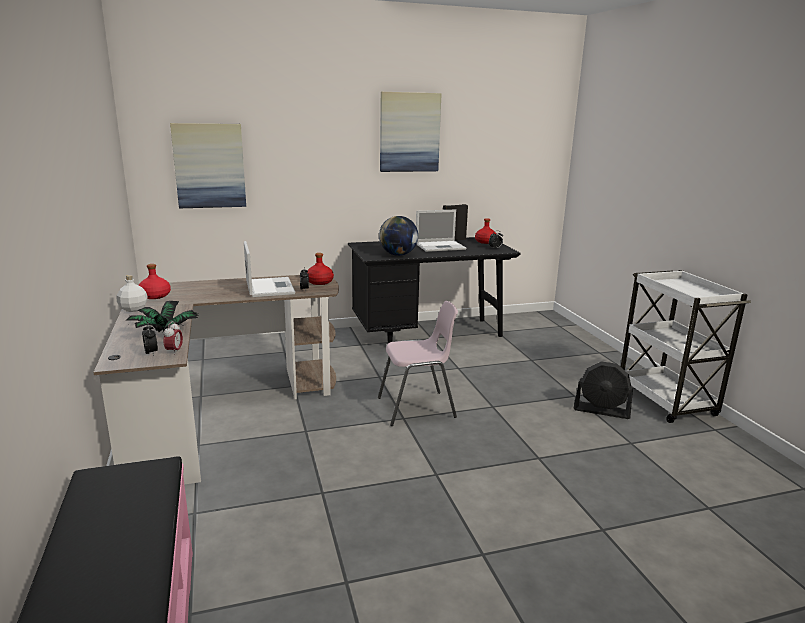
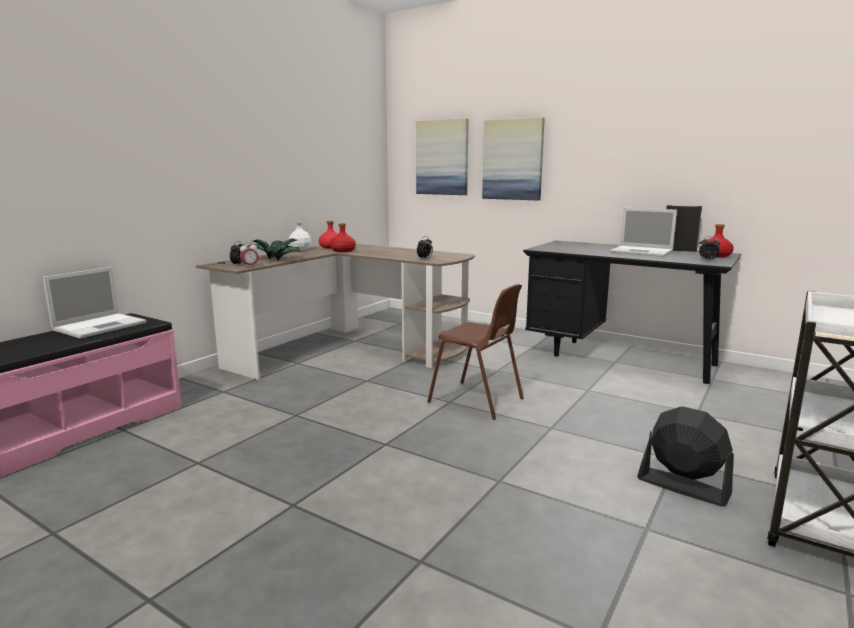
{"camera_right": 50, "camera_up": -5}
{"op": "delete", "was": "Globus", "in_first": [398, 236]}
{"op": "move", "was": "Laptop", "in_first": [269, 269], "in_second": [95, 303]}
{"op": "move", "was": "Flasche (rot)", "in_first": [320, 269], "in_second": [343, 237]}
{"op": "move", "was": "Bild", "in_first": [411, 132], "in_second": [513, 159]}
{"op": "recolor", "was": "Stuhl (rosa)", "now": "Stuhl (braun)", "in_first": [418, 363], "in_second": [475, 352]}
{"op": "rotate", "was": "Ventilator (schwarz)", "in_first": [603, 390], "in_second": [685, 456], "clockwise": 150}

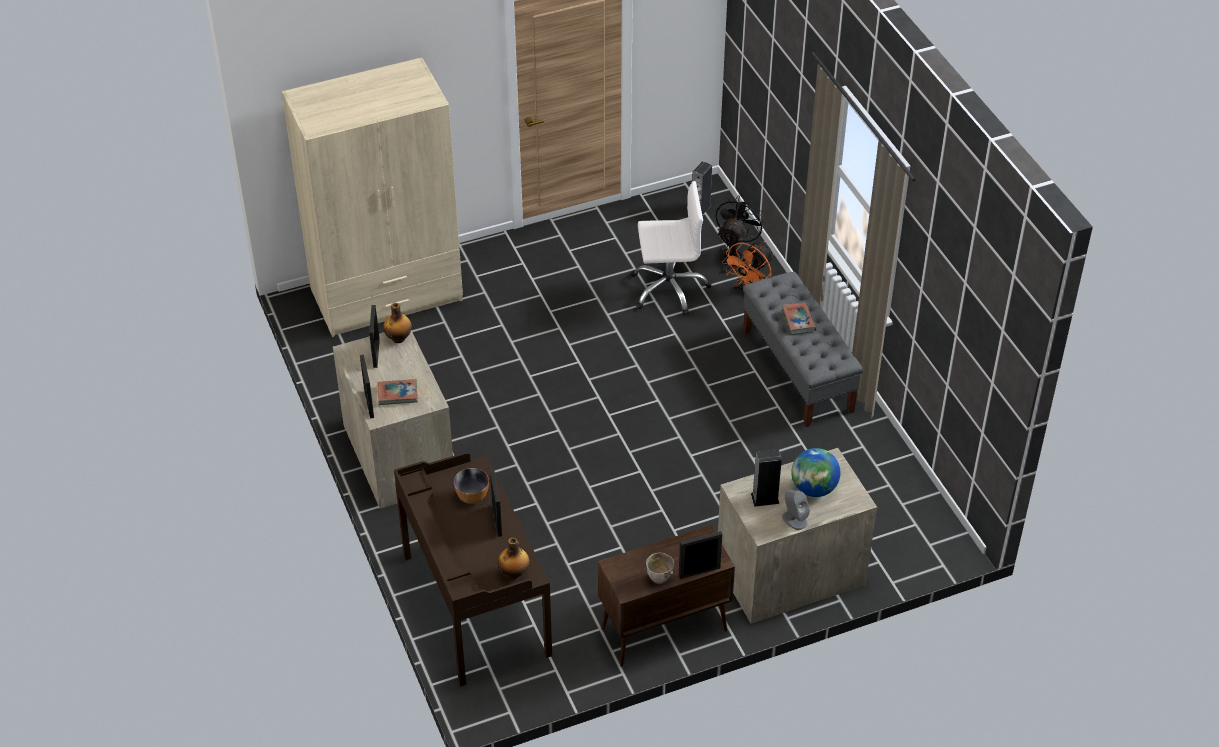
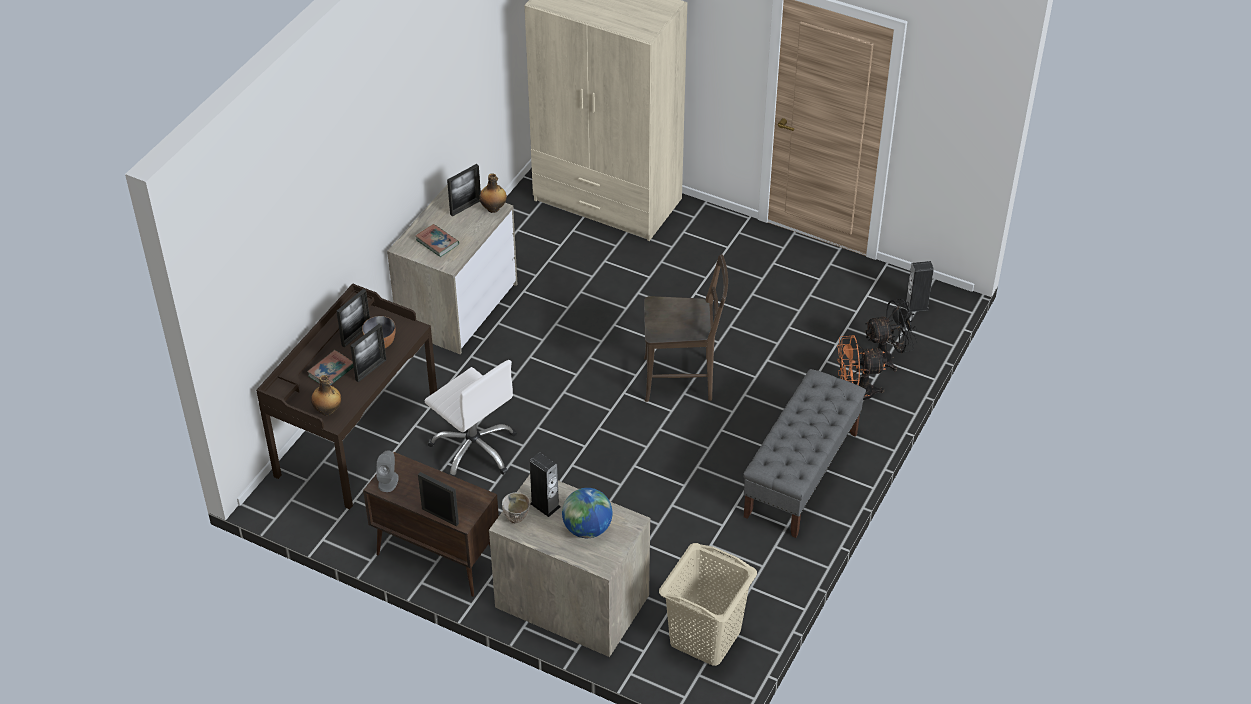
{"camera_right": 50, "camera_up": 0}
{"op": "insert", "now": "Stuhl (braun)", "in_second": [686, 328]}
{"op": "insert", "now": "Wäschekorb (beige)", "in_second": [708, 604]}
{"op": "move", "was": "Bilderrahmen", "in_first": [367, 387], "in_second": [353, 318]}
{"op": "move", "was": "Bürostuhl (weiß)", "in_first": [671, 248], "in_second": [470, 418]}
{"op": "move", "was": "Schüssel", "in_first": [660, 568], "in_second": [516, 507]}
{"op": "move", "was": "Buch", "in_first": [799, 319], "in_second": [330, 368]}
{"op": "move", "was": "Lautsprecher (grau)", "in_first": [796, 510], "in_second": [387, 471]}

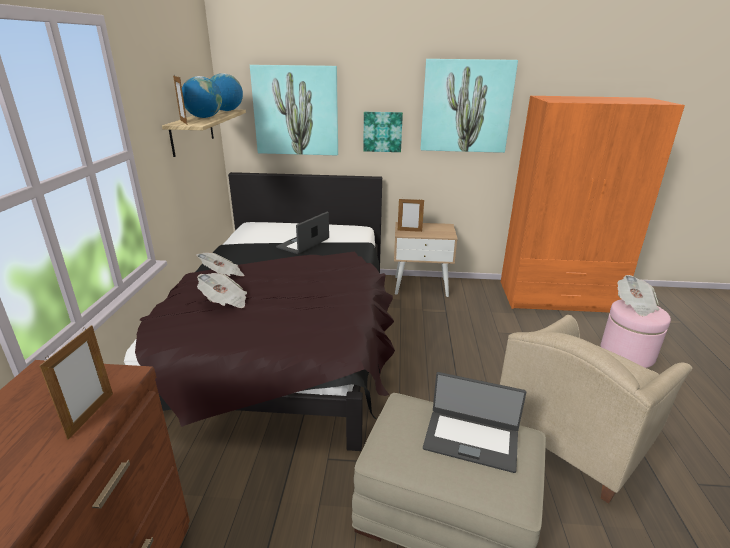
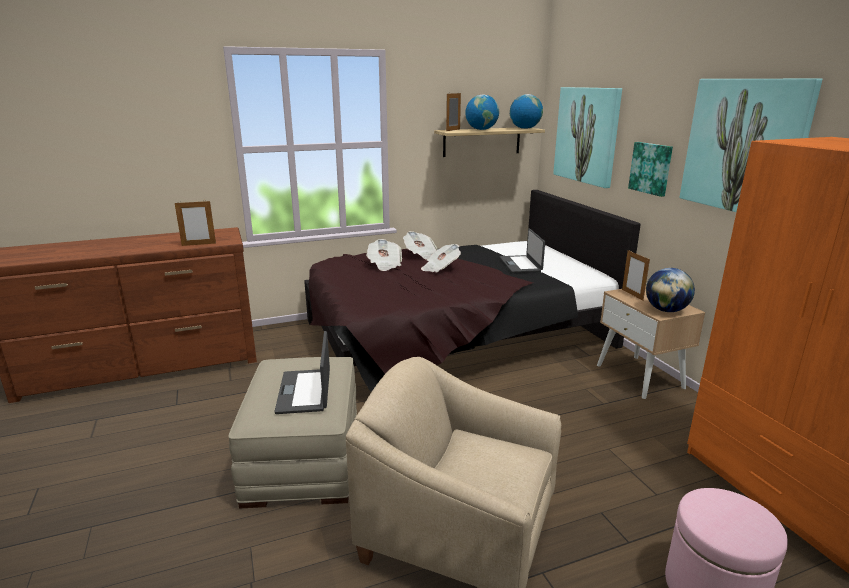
{"camera_right": 65, "camera_up": -5}
{"op": "insert", "now": "Globus", "in_second": [670, 290]}
{"op": "move", "was": "Zeitung", "in_first": [638, 295], "in_second": [441, 258]}
{"op": "rotate", "was": "Laptop", "in_first": [302, 233], "in_second": [522, 250], "clockwise": -105}

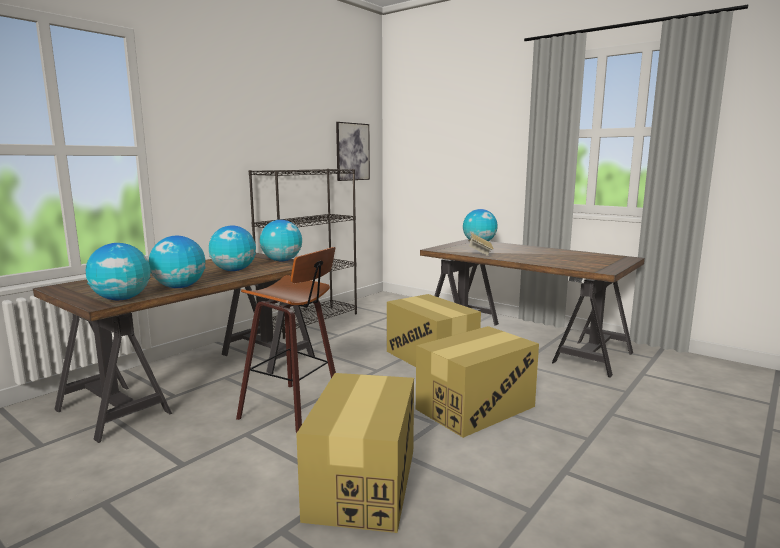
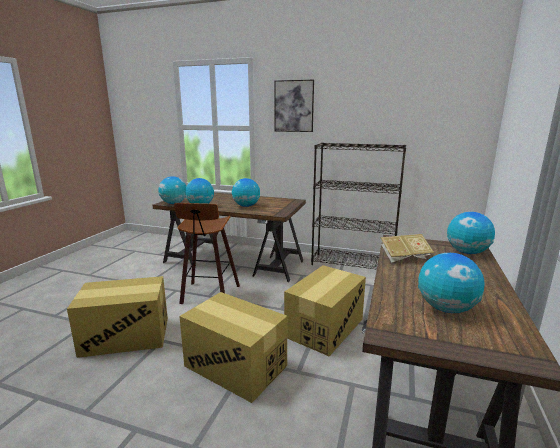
{"camera_right": 70, "camera_up": 5}
{"op": "move", "was": "Globus", "in_first": [281, 240], "in_second": [451, 283]}
{"op": "move", "was": "Bild", "in_first": [353, 151], "in_second": [294, 106]}

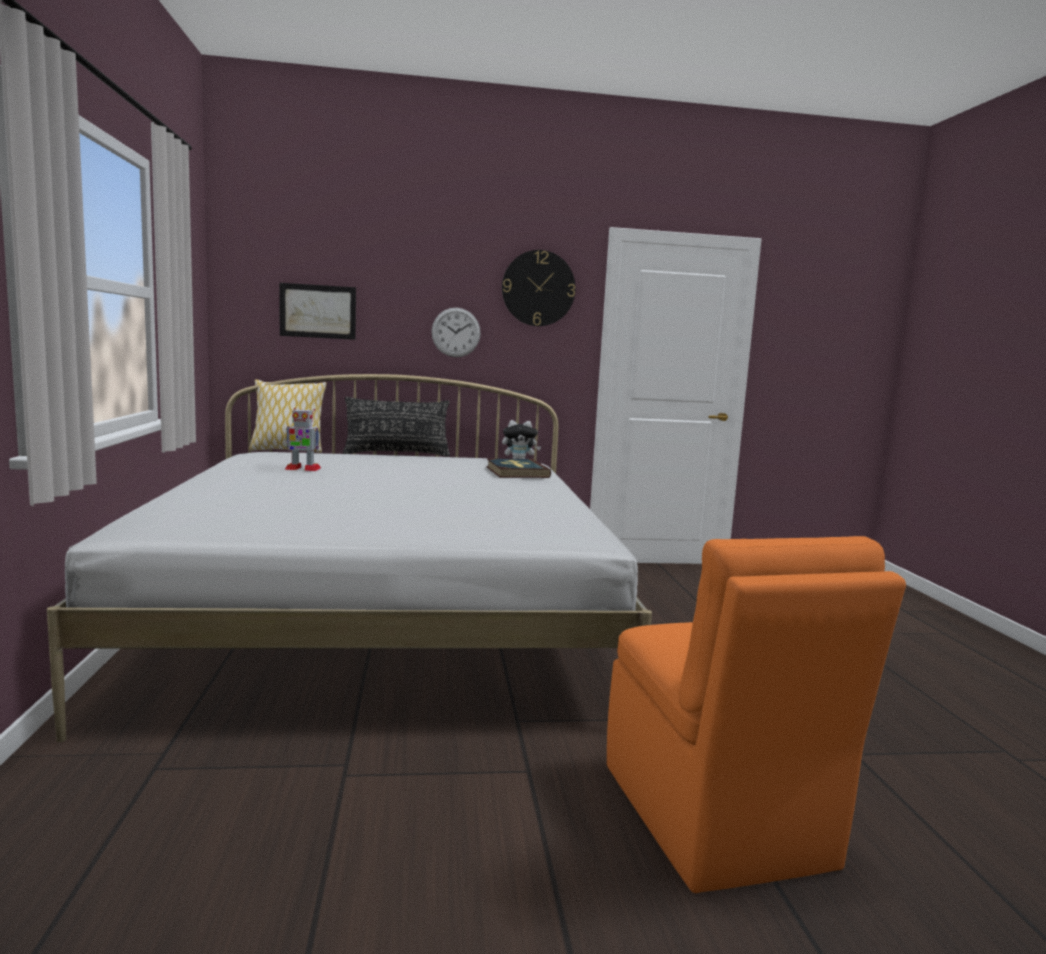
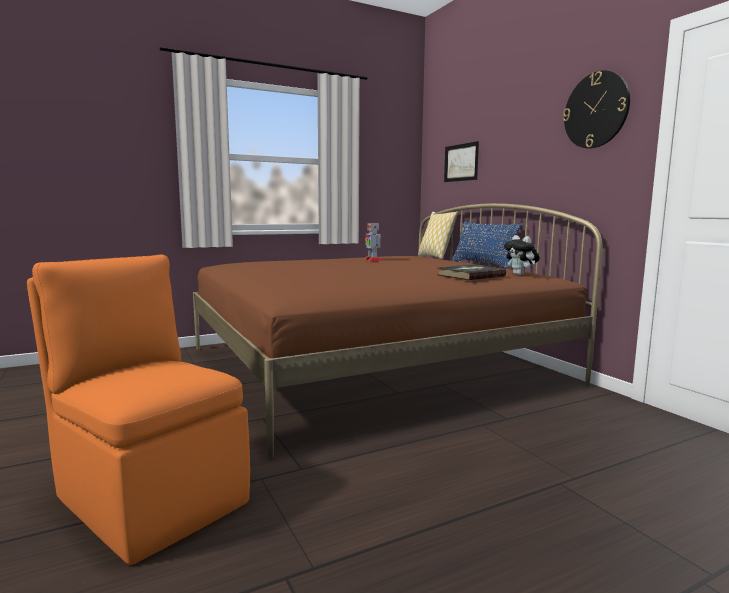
{"camera_right": 70, "camera_up": 0}
{"op": "delete", "was": "Wanduhr", "in_first": [456, 332]}
{"op": "recolor", "was": "Bett (weiß)", "now": "Bett (braun)", "in_first": [349, 558], "in_second": [397, 330]}
{"op": "recolor", "was": "Kissen (schwarz)", "now": "Kissen (blau)", "in_first": [396, 426], "in_second": [487, 244]}
{"op": "rotate", "was": "Stuhl (orange)", "in_first": [756, 714], "in_second": [138, 409], "clockwise": 75}

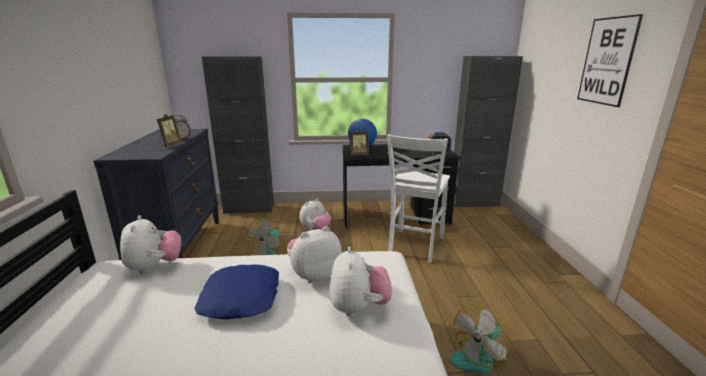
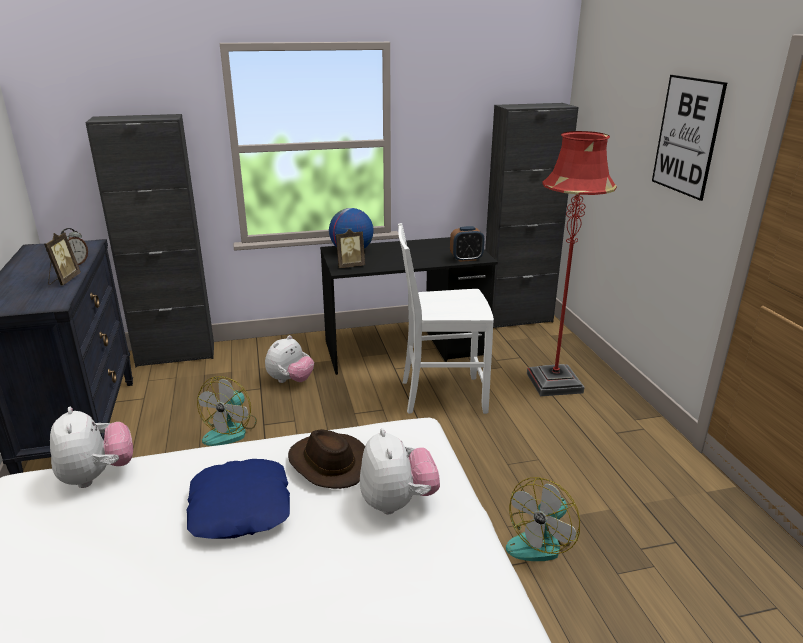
{"camera_right": -10, "camera_up": 5}
{"op": "insert", "now": "Stehlampe (rot)", "in_second": [572, 263]}
{"op": "replace", "was": "Plüschtier", "now": "Hut (braun)", "in_first": [314, 254], "in_second": [326, 459]}
{"op": "rotate", "was": "Stuhl (weiß)", "in_first": [418, 198], "in_second": [446, 318], "clockwise": 75}

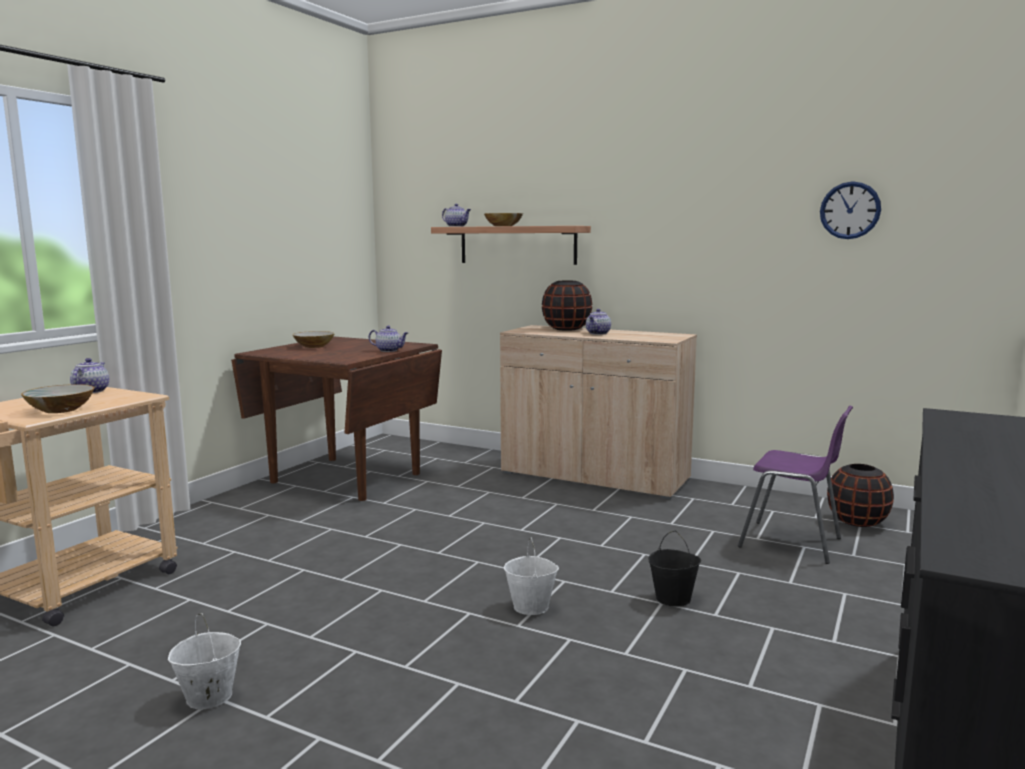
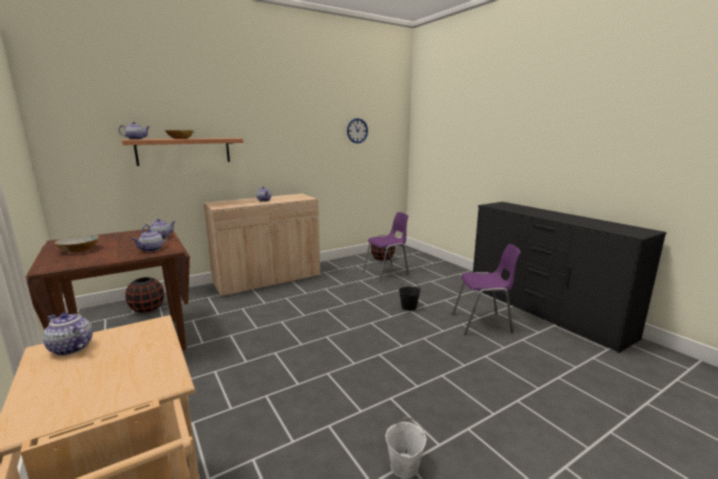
{"camera_right": -60, "camera_up": 5}
{"op": "delete", "was": "Schüssel", "in_first": [58, 398]}
{"op": "delete", "was": "Eimer (weiß)", "in_first": [531, 576]}
{"op": "insert", "now": "Teekanne", "in_second": [150, 240]}
{"op": "insert", "now": "Stuhl (lila)", "in_second": [486, 289]}
{"op": "move", "was": "Vase (schwarz)", "in_first": [567, 306], "in_second": [144, 295]}

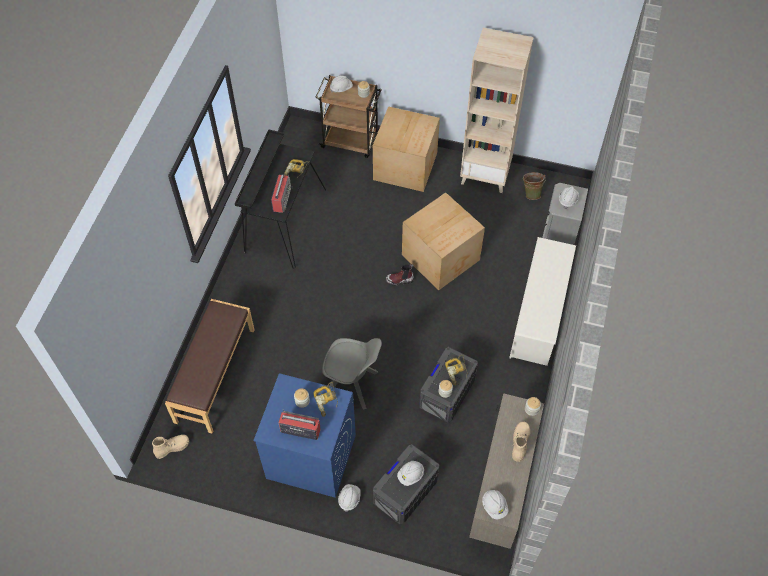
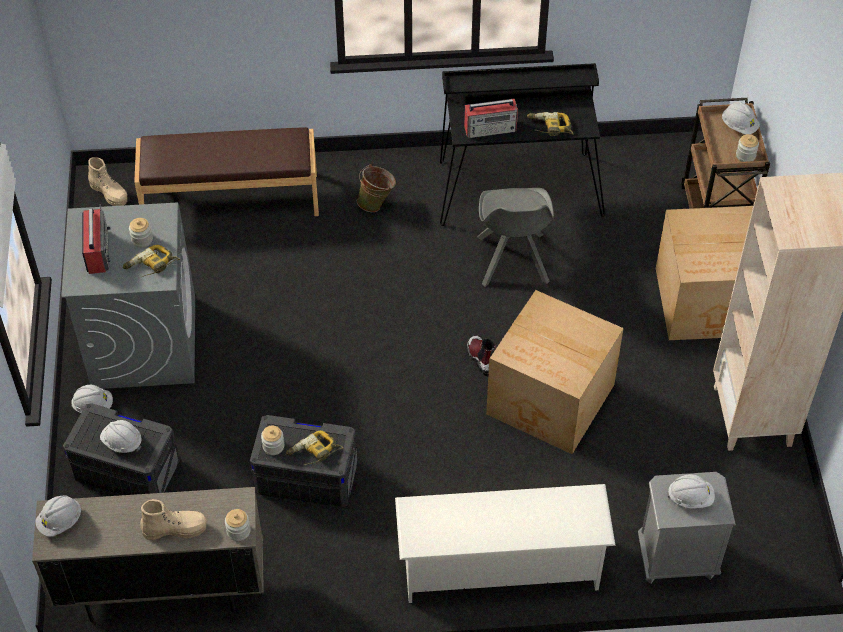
{"camera_right": 70, "camera_up": -5}
{"op": "move", "was": "Stuhl (grau)", "in_first": [352, 374], "in_second": [515, 237]}
{"op": "move", "was": "Eimer (grün)", "in_first": [534, 186], "in_second": [376, 188]}
{"op": "recolor", "was": "Waschmaschine (blau)", "now": "Waschmaschine (grau)", "in_first": [304, 435], "in_second": [128, 296]}

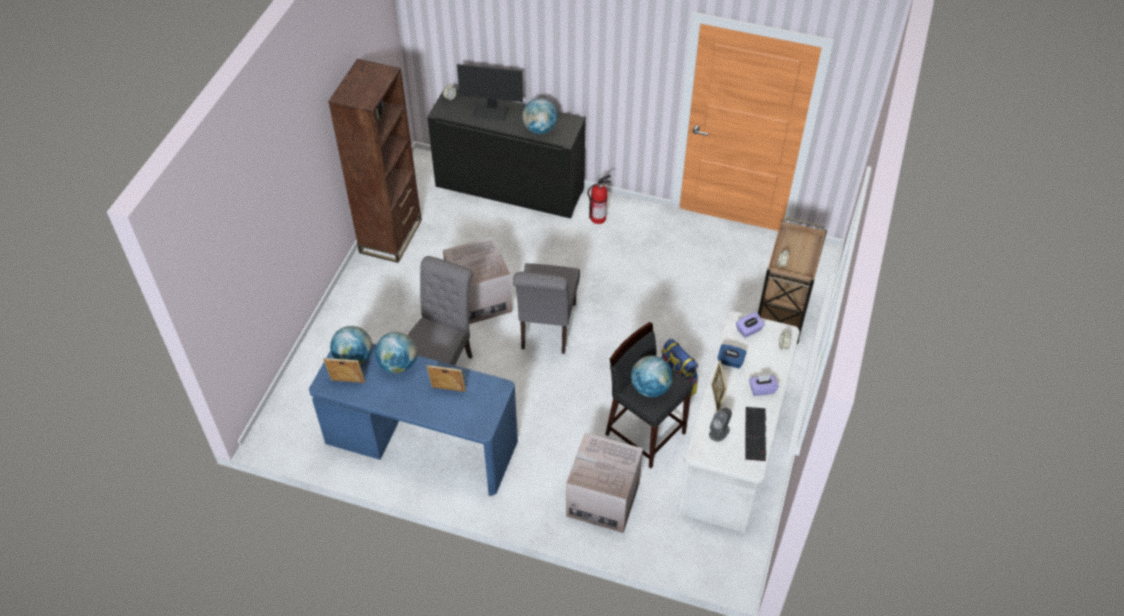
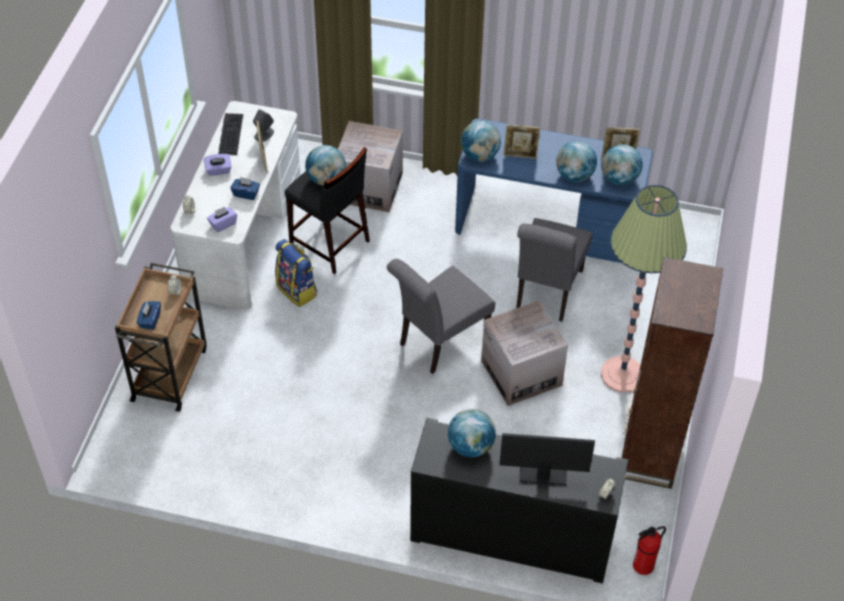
{"camera_right": 175, "camera_up": 0}
{"op": "insert", "now": "Taschentuchbox (blau)", "in_second": [149, 315]}
{"op": "insert", "now": "Globus", "in_second": [481, 141]}
{"op": "insert", "now": "Stehlampe", "in_second": [644, 288]}
{"op": "move", "was": "Feuerlöscher", "in_first": [599, 199], "in_second": [649, 550]}
{"op": "rotate", "was": "Stuhl (grau)", "in_first": [546, 308], "in_second": [441, 316], "clockwise": -135}

